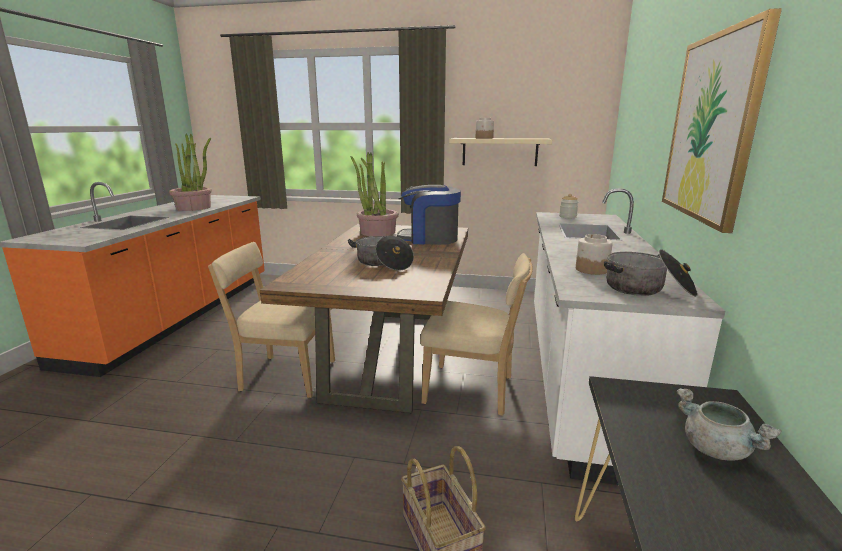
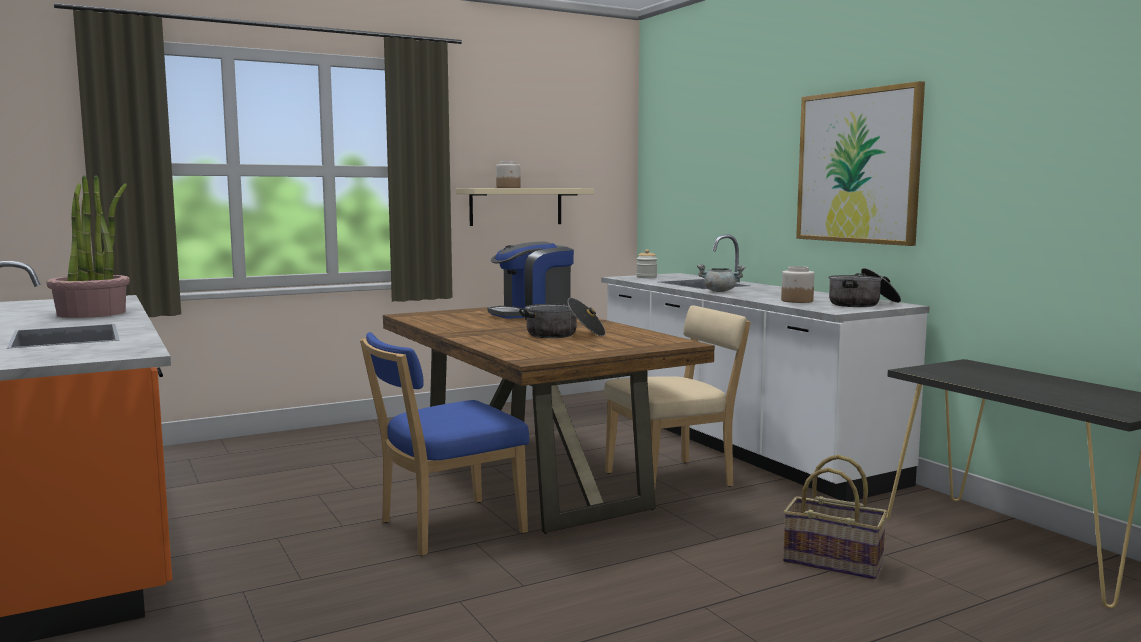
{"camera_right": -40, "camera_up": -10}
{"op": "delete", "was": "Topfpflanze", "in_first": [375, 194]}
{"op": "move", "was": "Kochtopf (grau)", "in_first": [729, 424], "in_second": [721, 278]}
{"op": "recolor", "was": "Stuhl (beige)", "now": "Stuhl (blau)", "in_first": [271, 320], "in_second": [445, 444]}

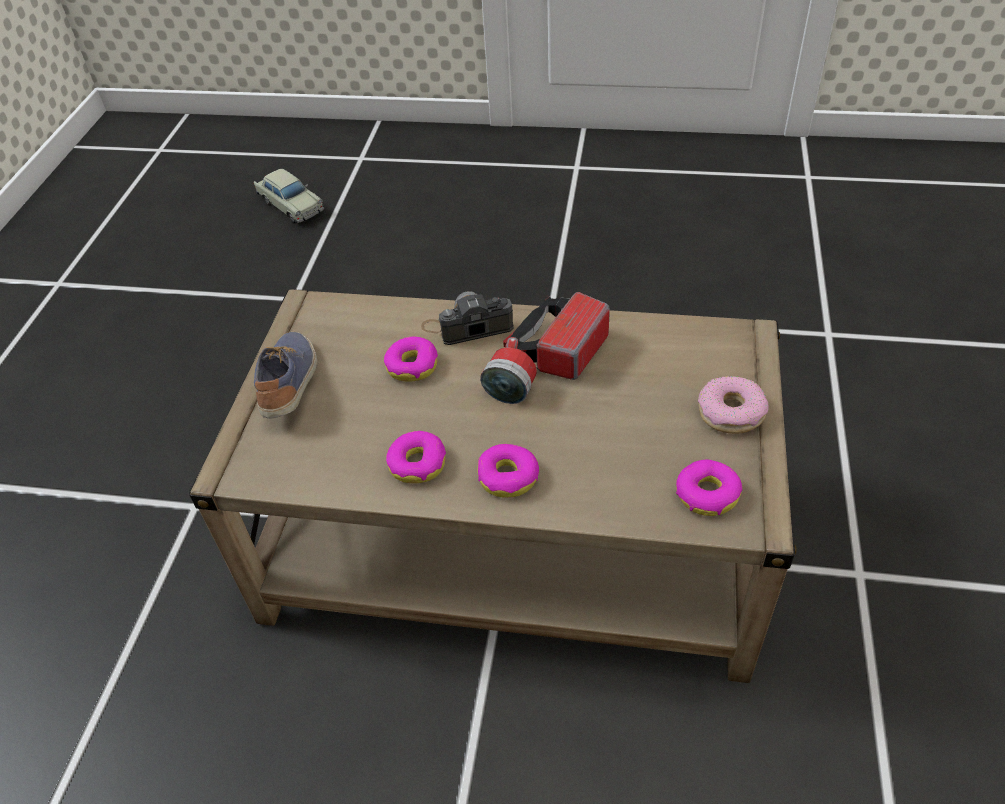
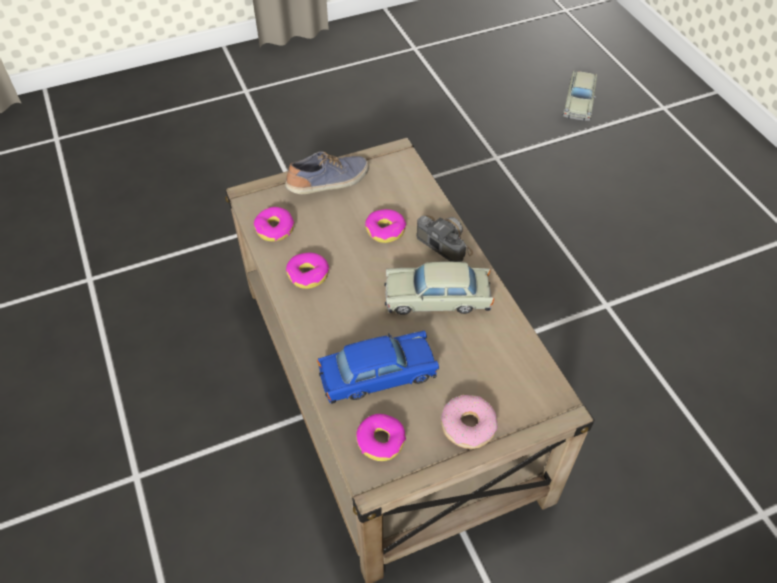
{"camera_right": 55, "camera_up": 5}
{"op": "insert", "now": "Spielzeugauto (blau)", "in_second": [378, 367]}
{"op": "move", "was": "Donut", "in_first": [508, 471], "in_second": [274, 224]}
{"op": "replace", "was": "Taschenlampe", "now": "Spielzeugauto (beige)", "in_first": [545, 348], "in_second": [439, 288]}

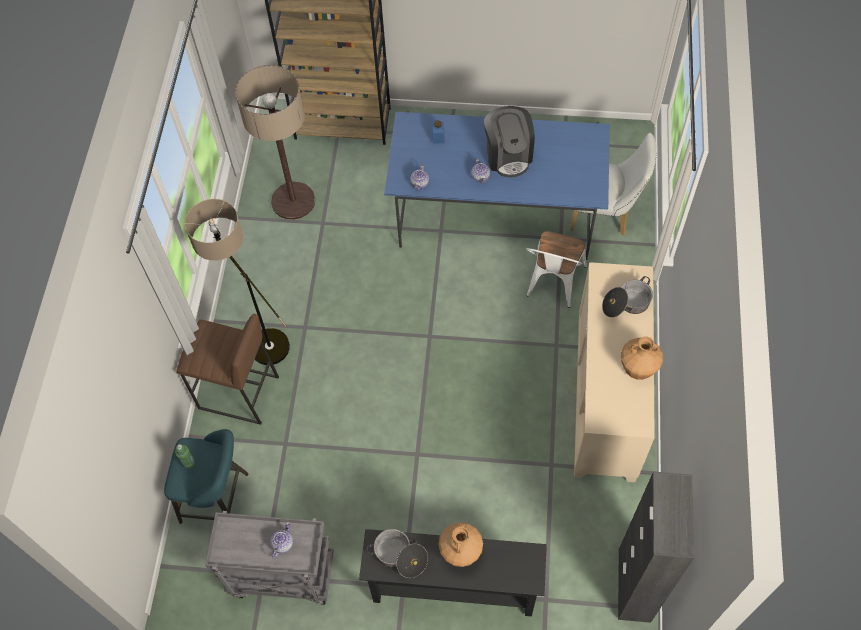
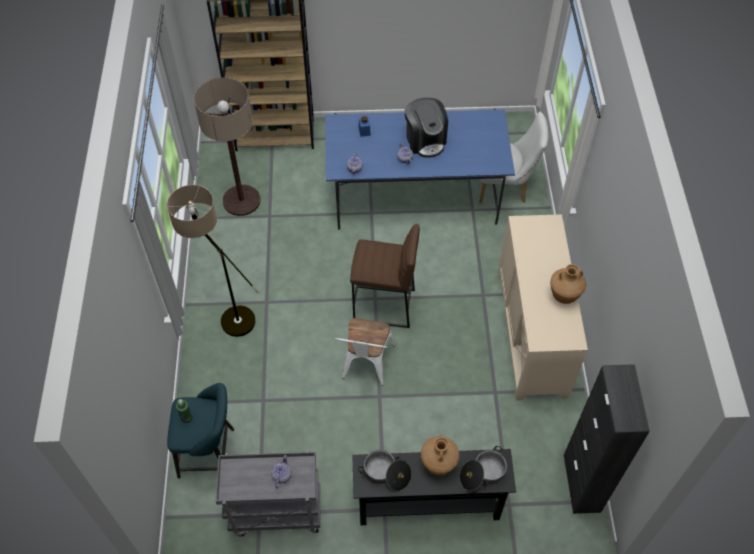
{"camera_right": -10, "camera_up": -5}
{"op": "move", "was": "Hocker (braun)", "in_first": [227, 369], "in_second": [385, 276]}
{"op": "move", "was": "Stuhl (weiß)", "in_first": [556, 269], "in_second": [365, 352]}
{"op": "move", "was": "Kochtopf", "in_first": [627, 297], "in_second": [483, 468]}

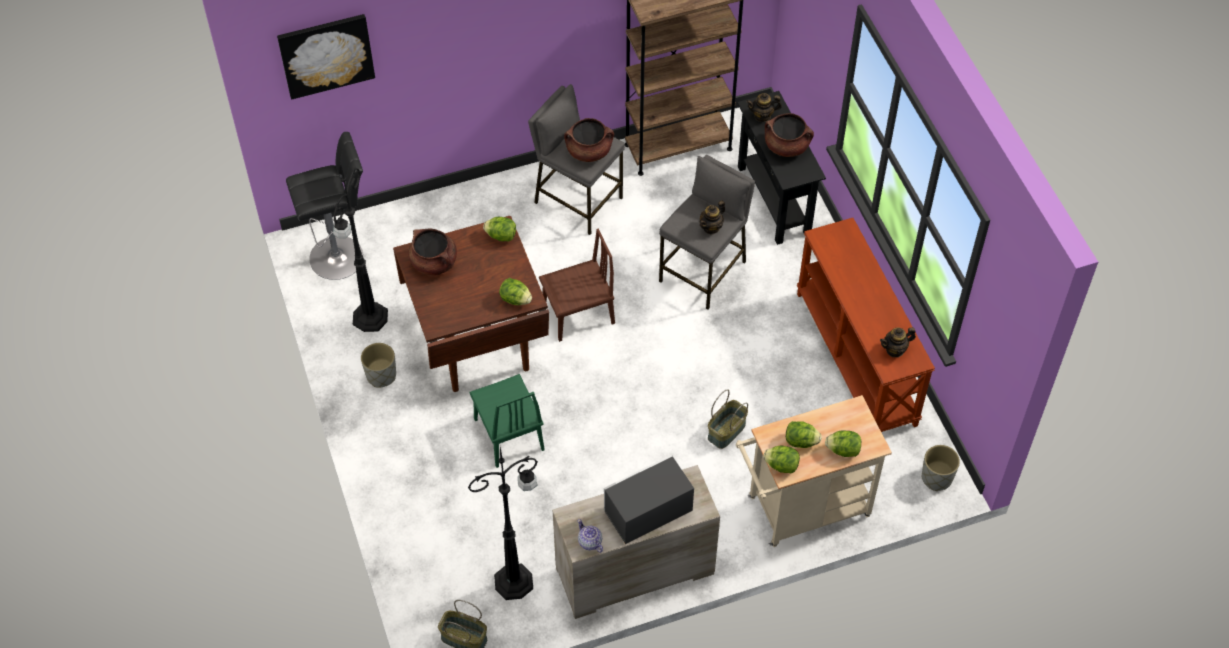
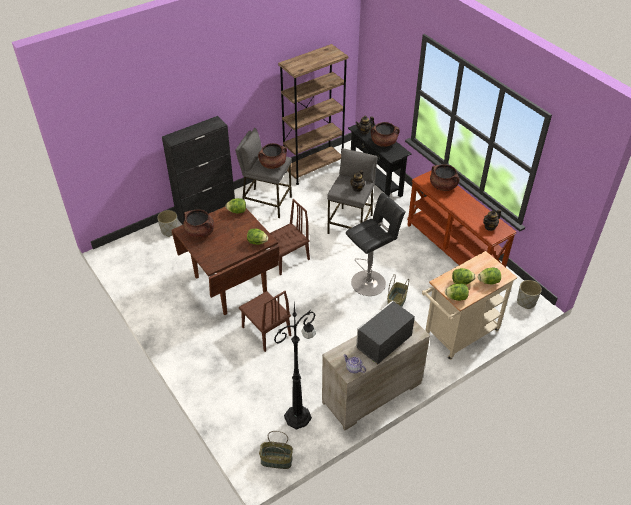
{"camera_right": -15, "camera_up": -10}
{"op": "delete", "was": "Bild", "in_first": [326, 56]}
{"op": "delete", "was": "Stehlampe (schwarz)", "in_first": [360, 247]}
{"op": "insert", "now": "Schrank (schwarz)", "in_second": [198, 170]}
{"op": "insert", "now": "Kochtopf (braun)", "in_second": [444, 177]}
{"op": "move", "was": "Hocker (schwarz)", "in_first": [325, 206], "in_second": [376, 244]}
{"op": "move", "was": "Pflanzkübel (grau)", "in_first": [378, 365], "in_second": [167, 223]}
{"op": "recolor", "was": "Stuhl (grün)", "now": "Stuhl (braun)", "in_first": [507, 421], "in_second": [265, 321]}

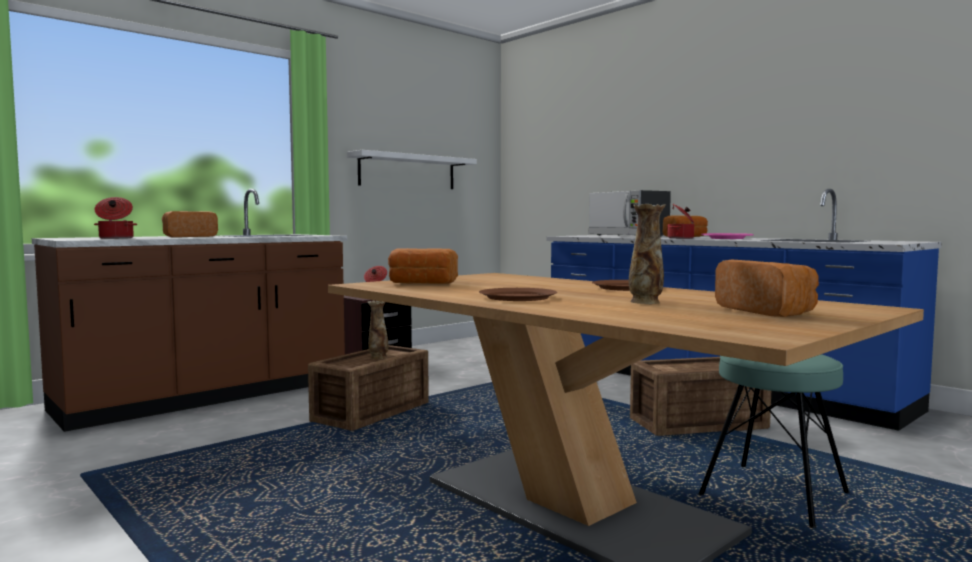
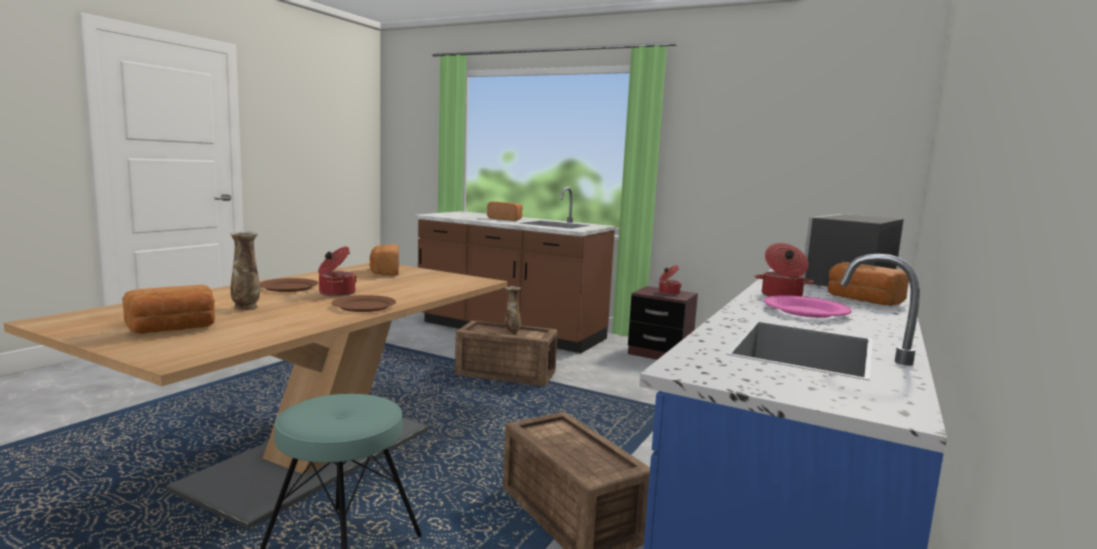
{"camera_right": 70, "camera_up": 5}
{"op": "delete", "was": "Wandregal (weiß)", "in_first": [412, 169]}
{"op": "move", "was": "Kochtopf", "in_first": [115, 218], "in_second": [337, 271]}

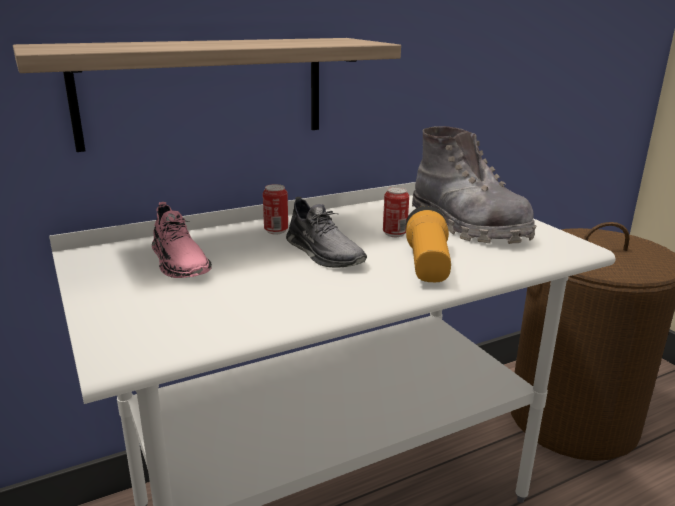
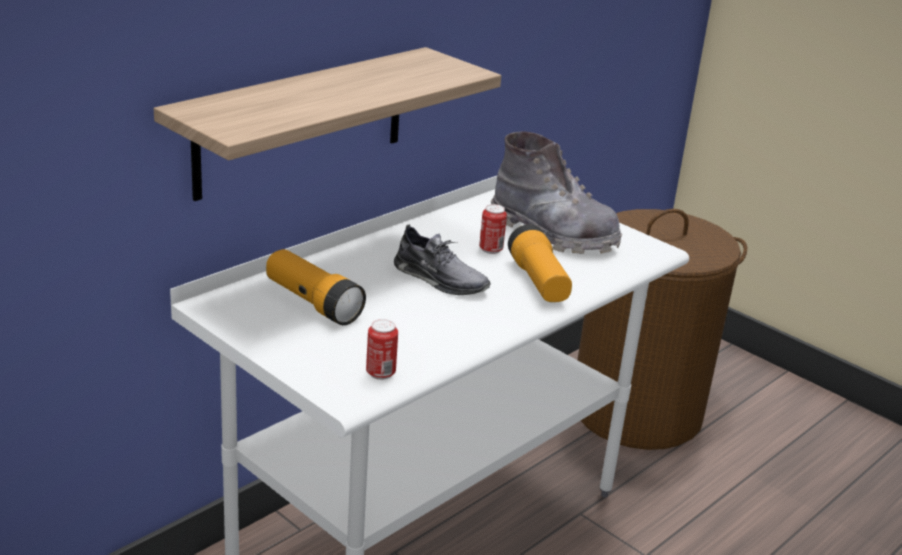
{"camera_right": -20, "camera_up": 5}
{"op": "move", "was": "Dose", "in_first": [275, 209], "in_second": [382, 349]}
{"op": "replace", "was": "Schuh (rosa)", "now": "Taschenlampe", "in_first": [182, 240], "in_second": [316, 287]}

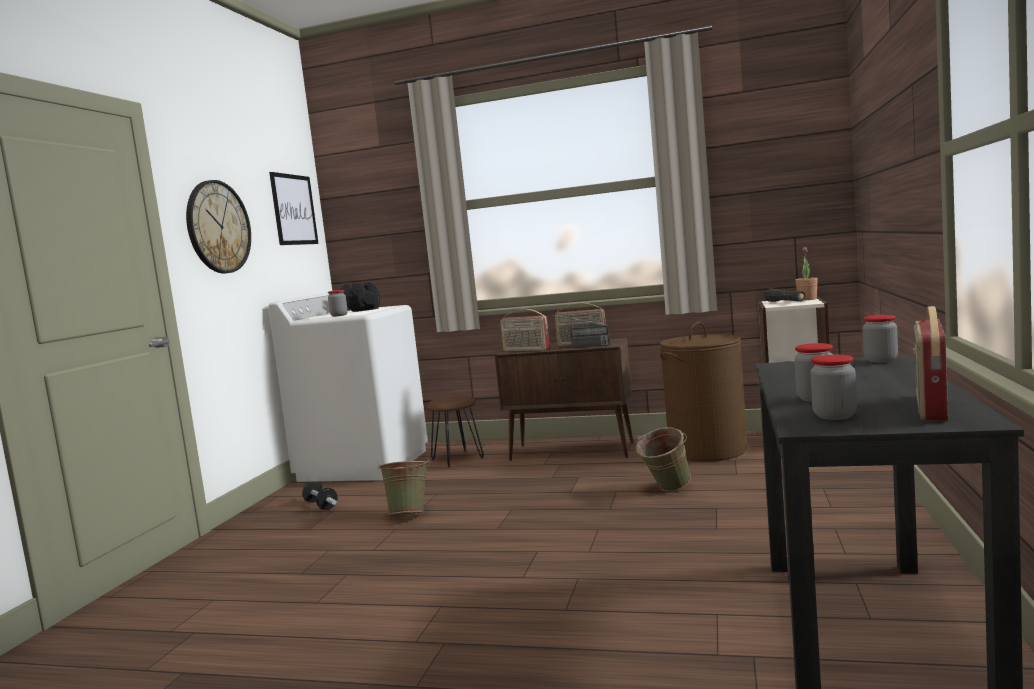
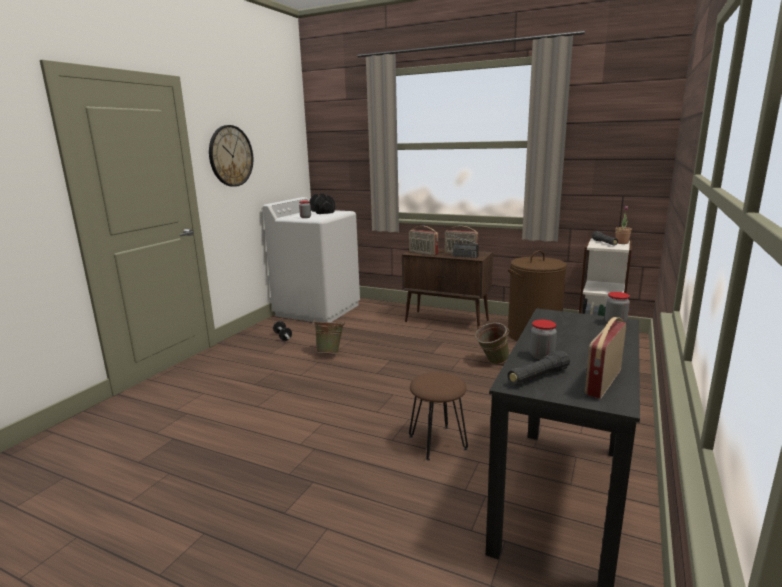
{"camera_right": 10, "camera_up": 10}
{"op": "delete", "was": "Bild", "in_first": [294, 208]}
{"op": "move", "was": "Hocker (braun)", "in_first": [455, 431], "in_second": [438, 416]}
{"op": "replace", "was": "Vorratsglas", "now": "Taschenlampe (schwarz)", "in_first": [833, 387], "in_second": [539, 367]}

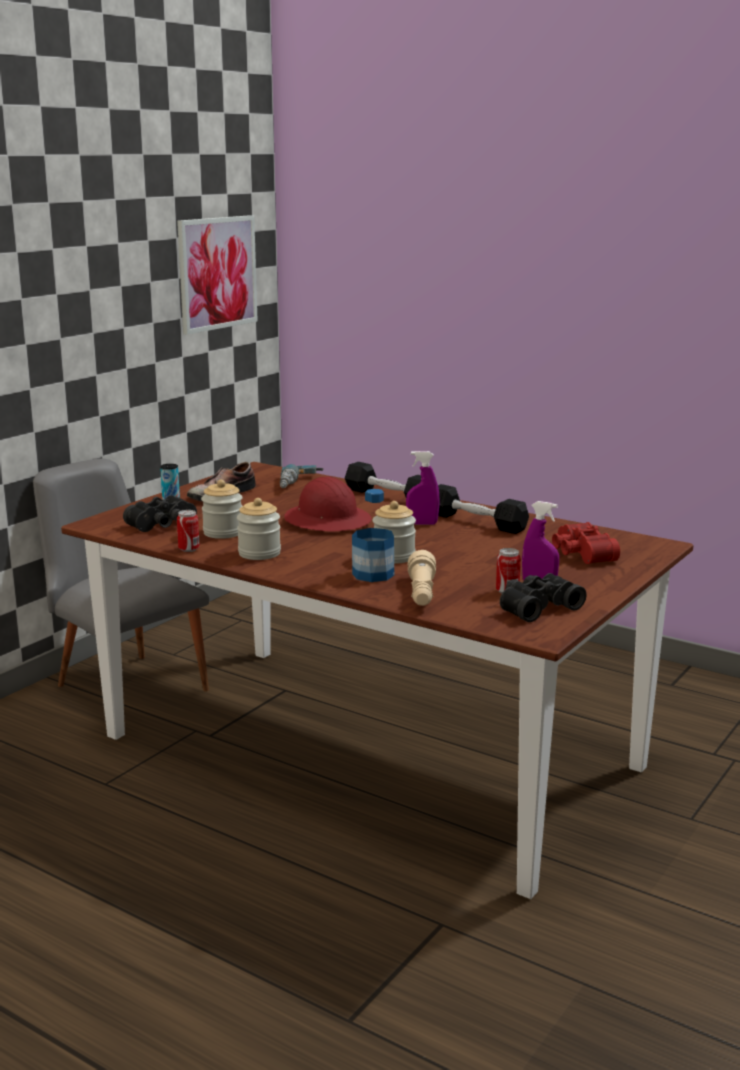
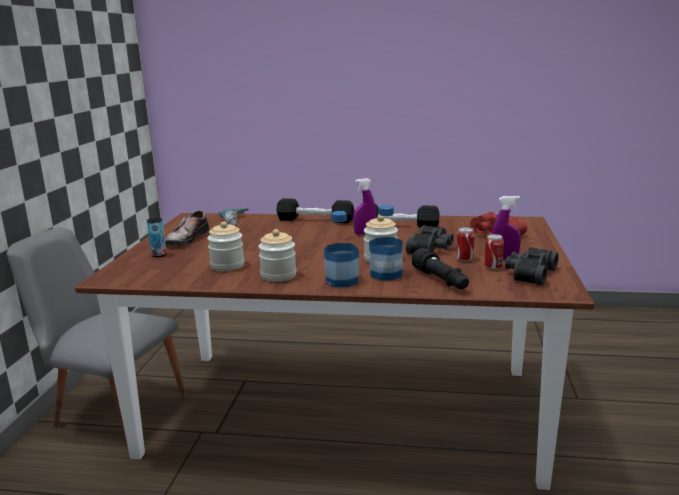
{"camera_right": -25, "camera_up": 0}
{"op": "delete", "was": "Bild", "in_first": [217, 275]}
{"op": "delete", "was": "Schutzhelm (rot)", "in_first": [327, 504]}
{"op": "insert", "now": "Flasche", "in_second": [341, 249]}
{"op": "move", "was": "Fernglas (schwarz)", "in_first": [160, 513], "in_second": [430, 239]}
{"op": "move", "was": "Dose", "in_first": [188, 531], "in_second": [465, 244]}
{"op": "recolor", "was": "Taschenlampe (beige)", "now": "Taschenlampe (schwarz)", "in_first": [422, 578], "in_second": [440, 268]}

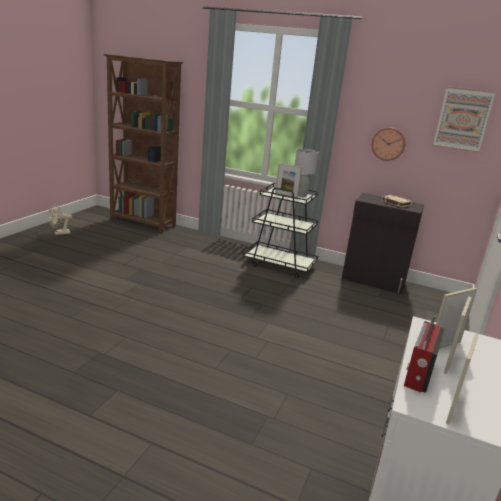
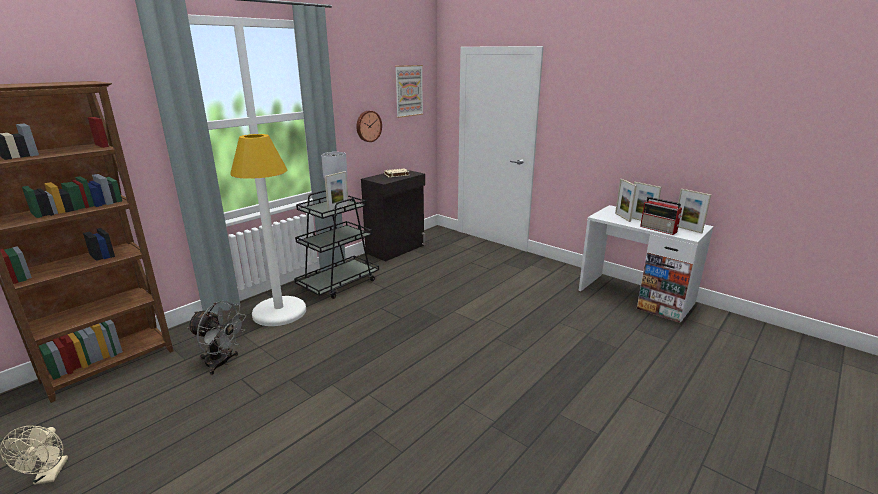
{"camera_right": -70, "camera_up": 0}
{"op": "insert", "now": "Ventilator (grau)", "in_second": [216, 338]}
{"op": "insert", "now": "Stehlampe (weiß)", "in_second": [268, 230]}

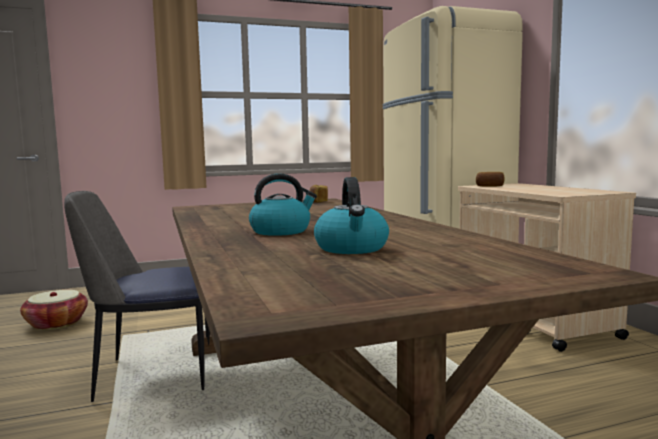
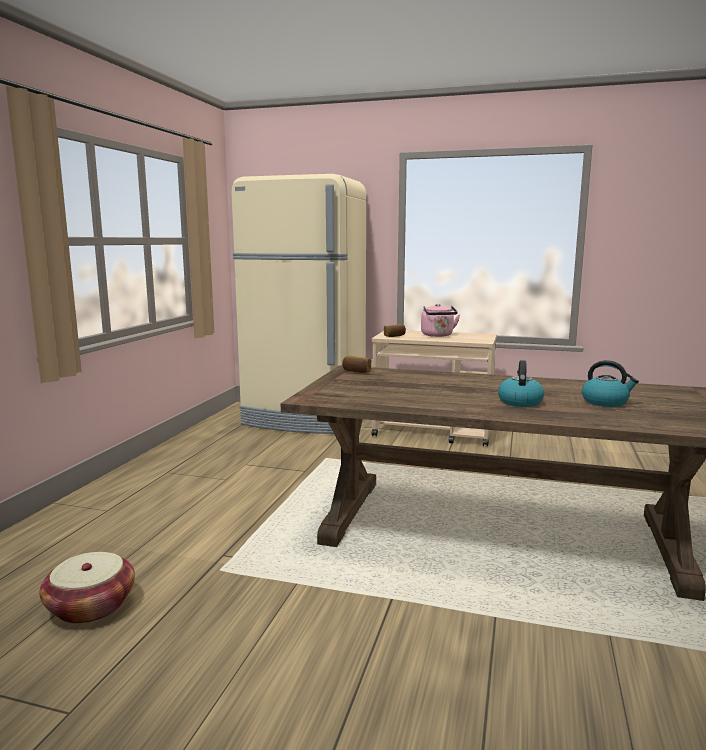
{"camera_right": -55, "camera_up": 5}
{"op": "delete", "was": "Stuhl", "in_first": [137, 296]}
{"op": "insert", "now": "Wasserkessel (rosa)", "in_second": [440, 320]}

